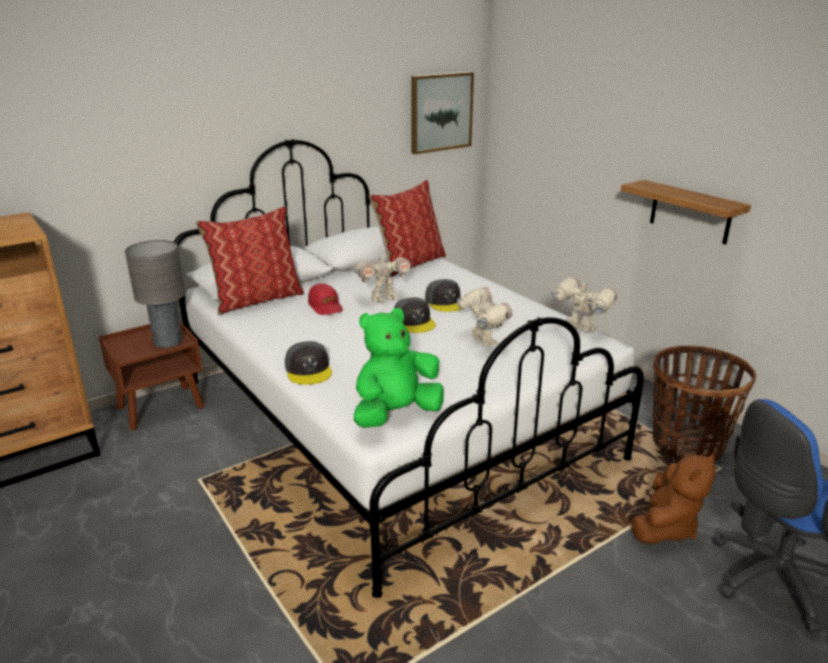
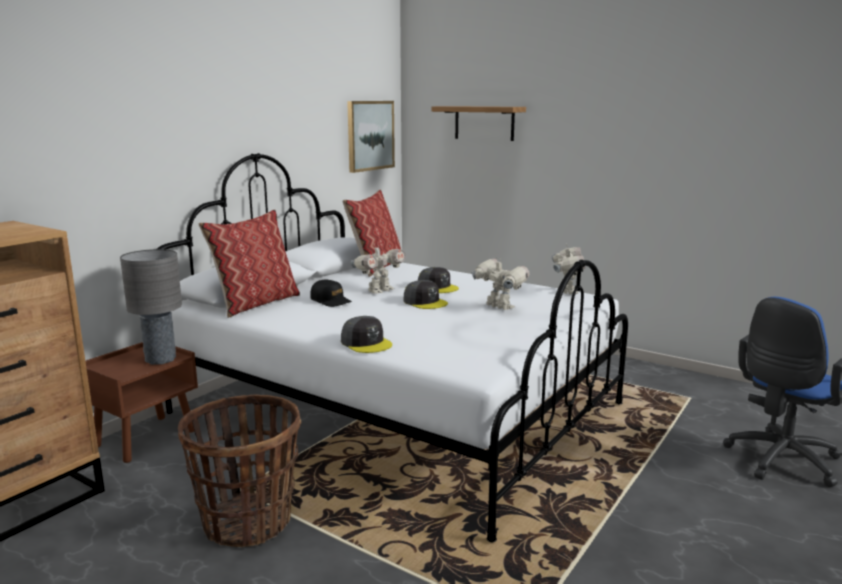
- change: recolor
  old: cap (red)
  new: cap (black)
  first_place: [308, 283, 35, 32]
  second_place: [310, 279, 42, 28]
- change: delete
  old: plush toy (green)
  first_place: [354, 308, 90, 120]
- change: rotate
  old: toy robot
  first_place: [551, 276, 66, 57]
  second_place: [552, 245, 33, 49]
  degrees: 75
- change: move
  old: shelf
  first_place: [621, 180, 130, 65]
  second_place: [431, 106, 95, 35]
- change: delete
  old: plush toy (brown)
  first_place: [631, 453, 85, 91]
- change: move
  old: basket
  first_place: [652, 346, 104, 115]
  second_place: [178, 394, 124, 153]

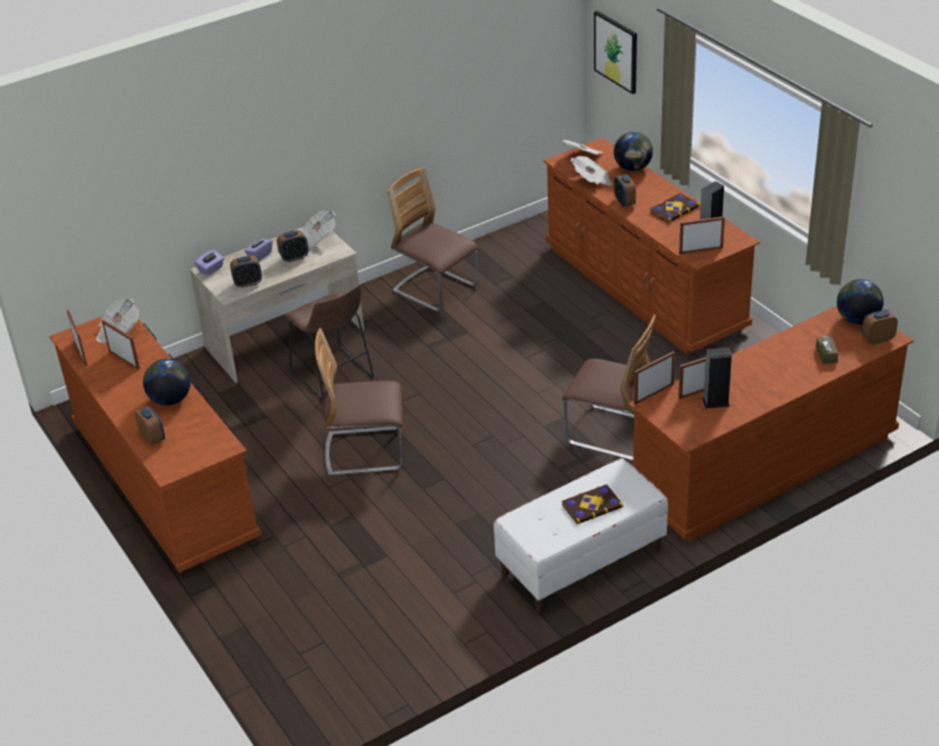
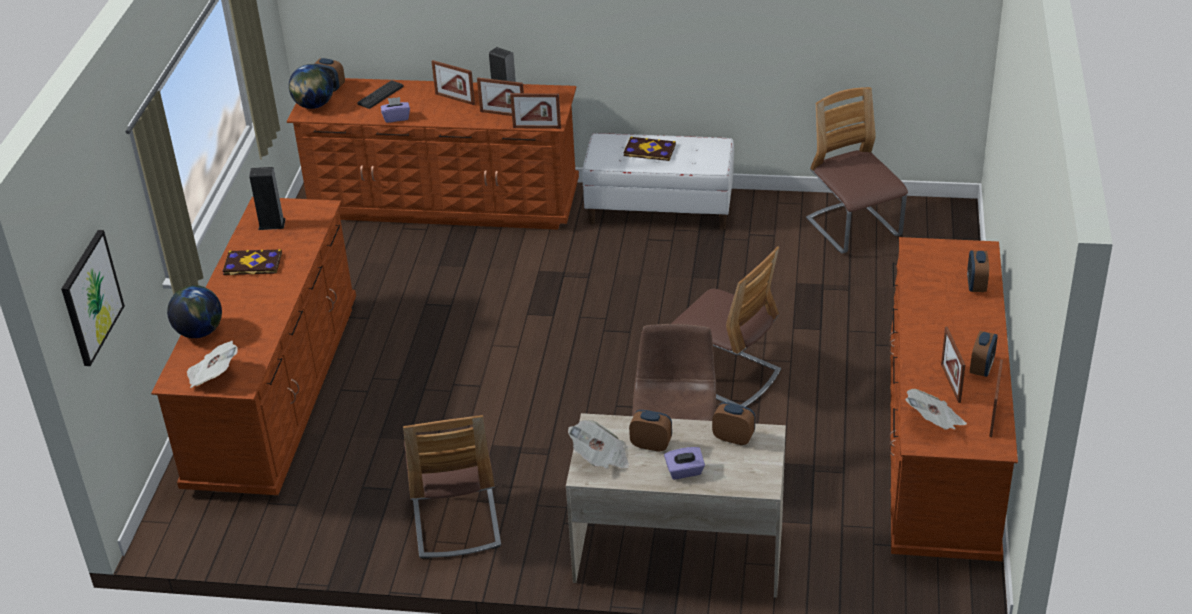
- change: delete
  old: globe
  first_place: [143, 359, 48, 47]
- change: move
  old: tissue box (purple)
  first_place: [195, 250, 29, 26]
  second_place: [381, 97, 29, 26]
- change: move
  old: chair
  first_place: [562, 314, 94, 147]
  second_place: [806, 87, 102, 167]
- change: delete
  old: newspaper
  first_place: [571, 156, 41, 30]
- change: move
  old: alarm clock
  first_place: [614, 174, 22, 33]
  second_place: [970, 331, 27, 46]
- change: move
  old: picture frame
  first_place: [679, 216, 46, 38]
  second_place: [432, 60, 43, 45]
- change: replace
  old: tissue box (brown)
  new: keyboard
  first_place: [816, 335, 22, 29]
  second_place: [357, 80, 47, 29]

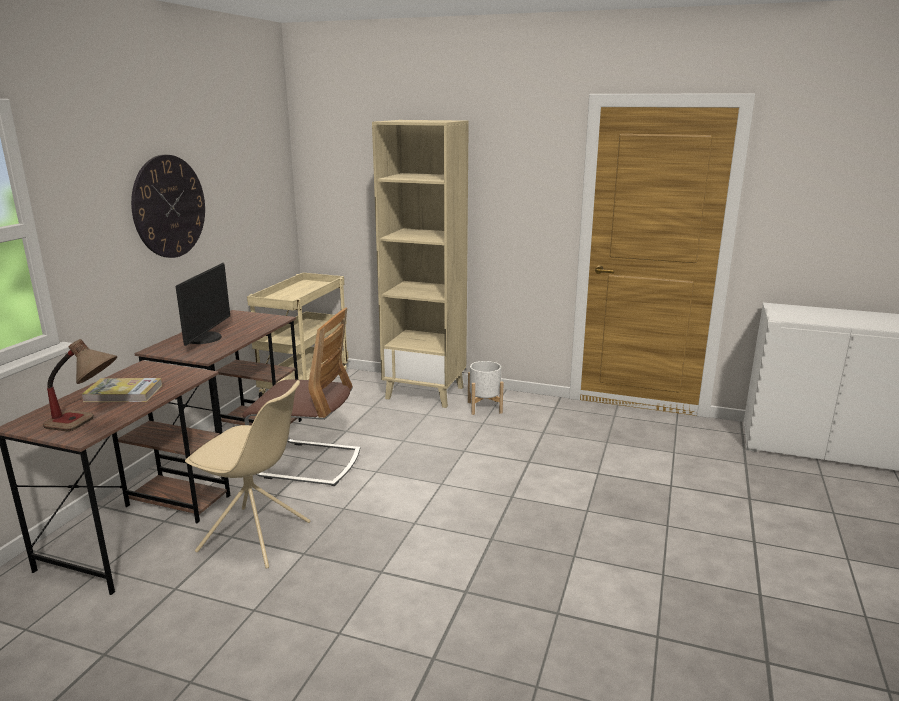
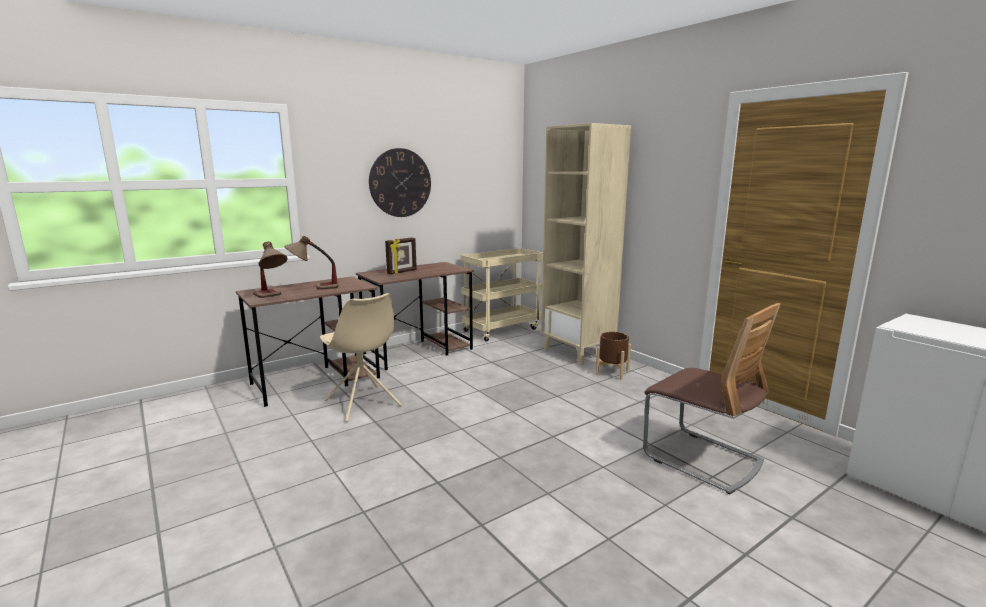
- change: replace
  old: book
  new: table lamp
  first_place: [81, 378, 81, 24]
  second_place: [284, 236, 54, 54]
- change: replace
  old: monitor
  new: picture frame
  first_place: [176, 263, 54, 83]
  second_place: [385, 238, 32, 36]
- change: move
  old: chair
  first_place: [242, 307, 118, 179]
  second_place: [643, 303, 137, 192]
- change: recolor
  old: planter (white)
  new: planter (brown)
  first_place: [468, 361, 36, 54]
  second_place: [595, 332, 36, 48]

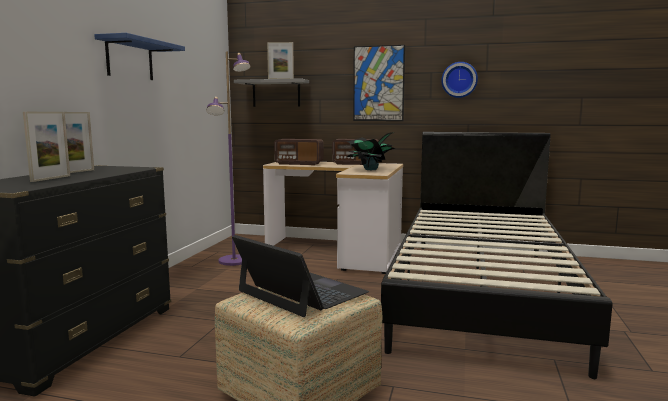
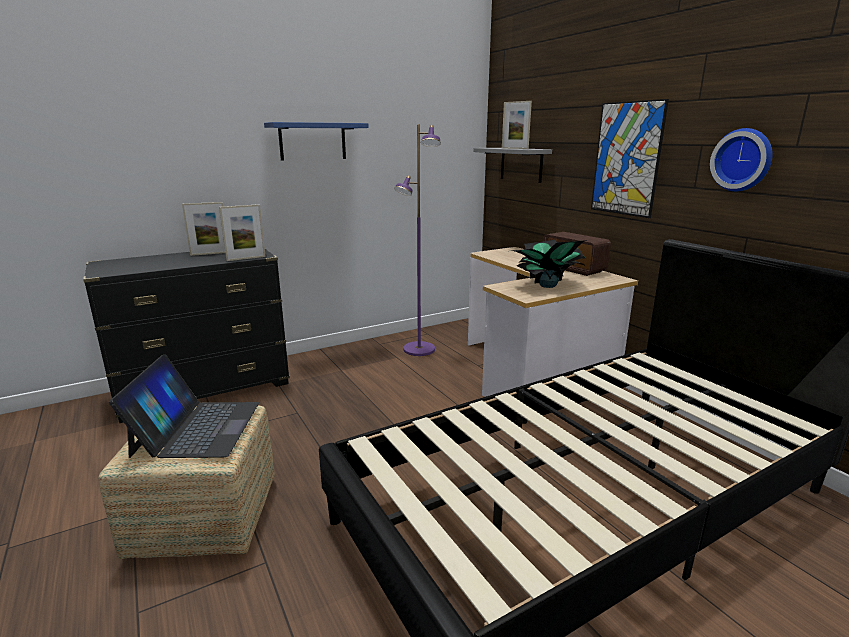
- change: move
  old: picture frame
  first_place: [23, 112, 47, 70]
  second_place: [219, 204, 47, 57]
- change: delete
  old: radio
  first_place: [274, 139, 50, 26]

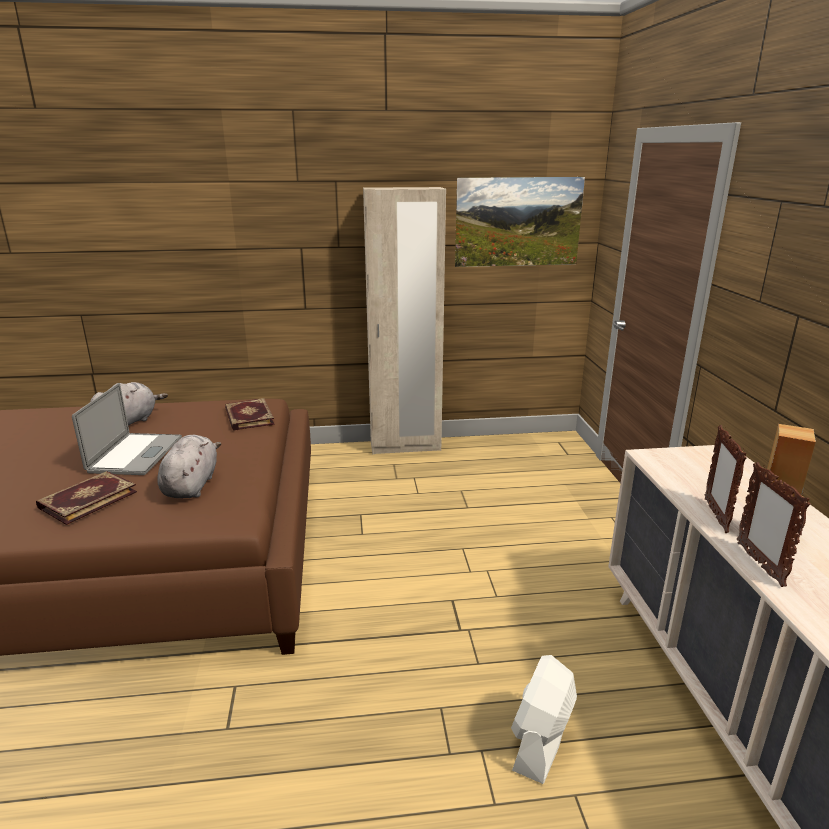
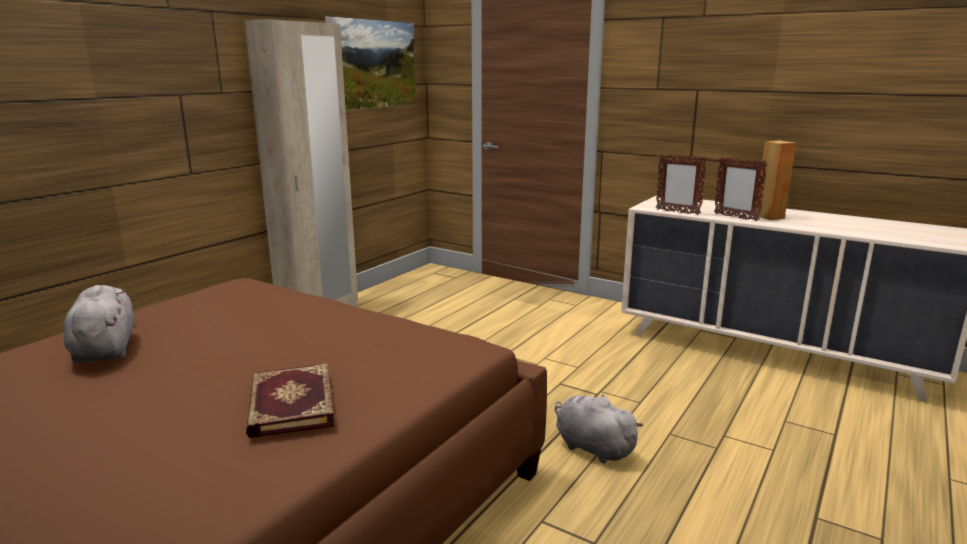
- change: delete
  old: laptop
  first_place: [72, 383, 110, 92]
- change: move
  old: plush toy (grey)
  first_place: [157, 435, 64, 63]
  second_place: [555, 394, 88, 69]
- change: delete
  old: book
  first_place: [225, 398, 50, 33]
- change: delete
  old: fan (white)
  first_place: [511, 655, 66, 129]
- change: move
  old: picture frame
  first_place: [737, 462, 74, 125]
  second_place: [656, 154, 51, 61]

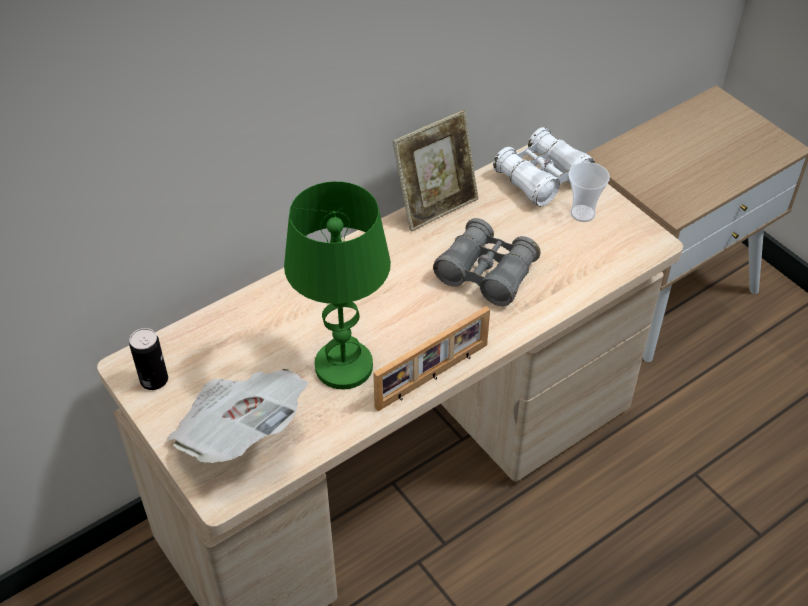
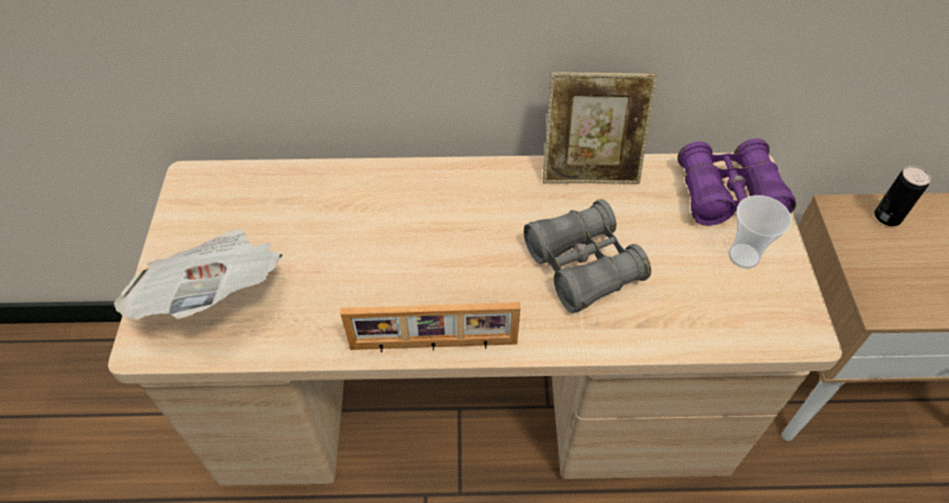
- change: move
  old: can
  first_place: [129, 328, 39, 62]
  second_place: [875, 166, 56, 60]
- change: delete
  old: table lamp (green)
  first_place: [284, 181, 107, 208]
- change: recolor
  old: binoculars (white)
  new: binoculars (purple)
  first_place: [493, 127, 102, 80]
  second_place: [677, 139, 119, 87]

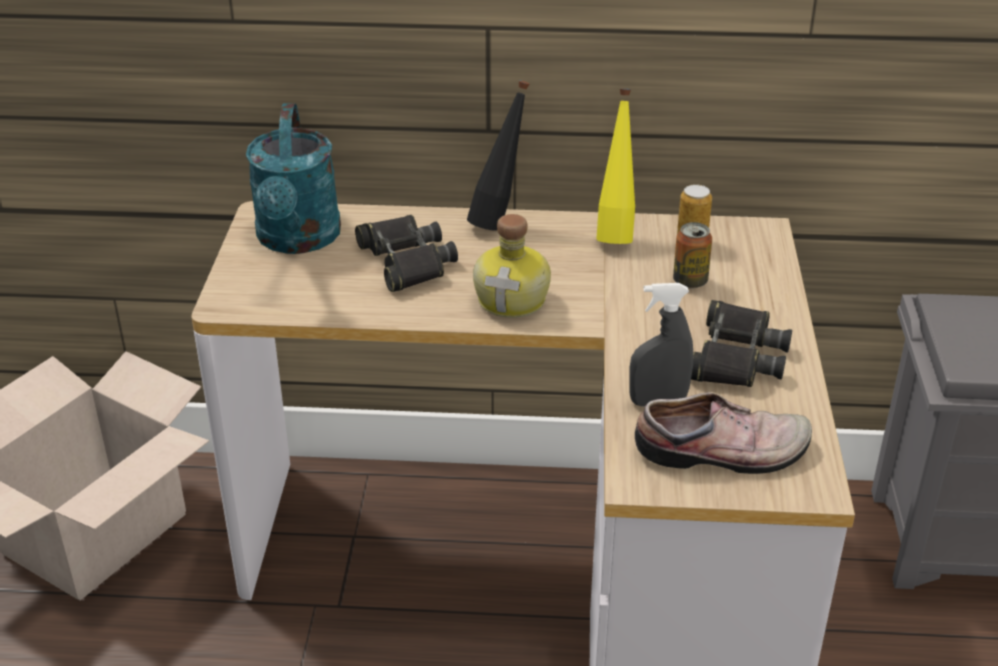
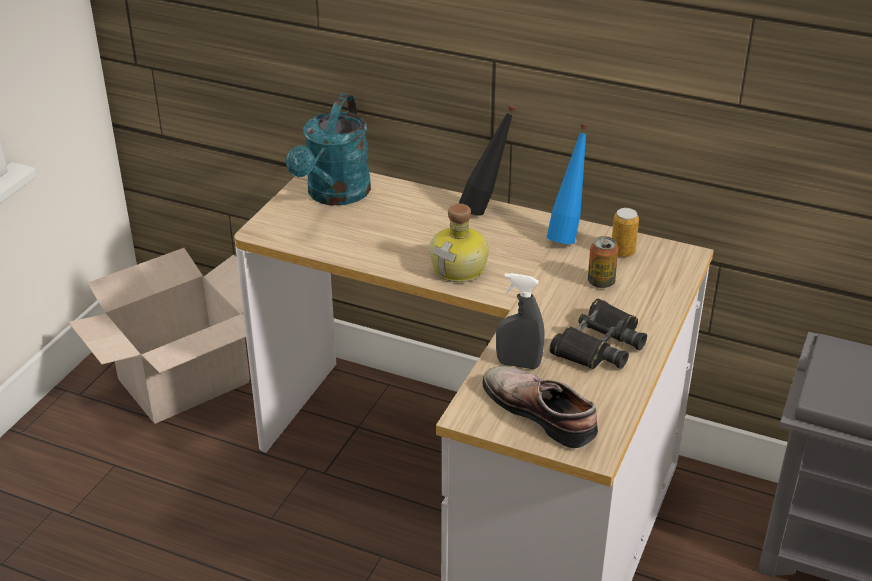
- change: delete
  old: binoculars (black)
  first_place: [355, 215, 103, 77]
- change: recolor
  old: bottle (yellow)
  new: bottle (blue)
  first_place: [596, 89, 39, 155]
  second_place: [547, 123, 42, 121]
- change: rotate
  old: shoe
  first_place: [635, 392, 177, 82]
  second_place: [482, 366, 116, 82]
  degrees: -150

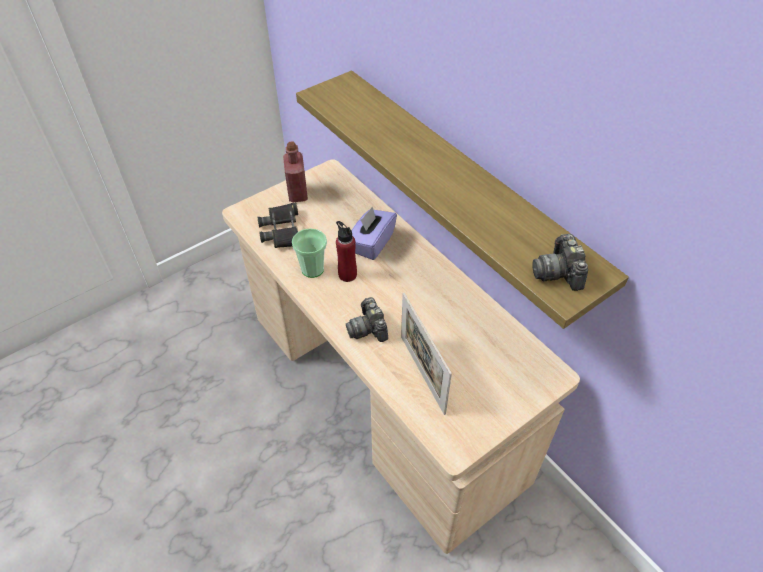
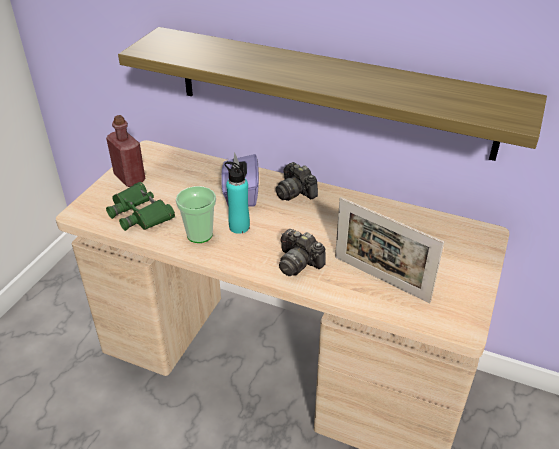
- change: recolor
  old: binoculars (black)
  new: binoculars (green)
  first_place: [257, 203, 41, 45]
  second_place: [106, 182, 69, 49]
- change: recolor
  old: bottle (red)
  new: bottle (turquoise)
  first_place: [336, 221, 21, 61]
  second_place: [224, 161, 26, 73]
- change: move
  old: photo camera
  first_place: [532, 234, 56, 57]
  second_place: [276, 162, 42, 39]

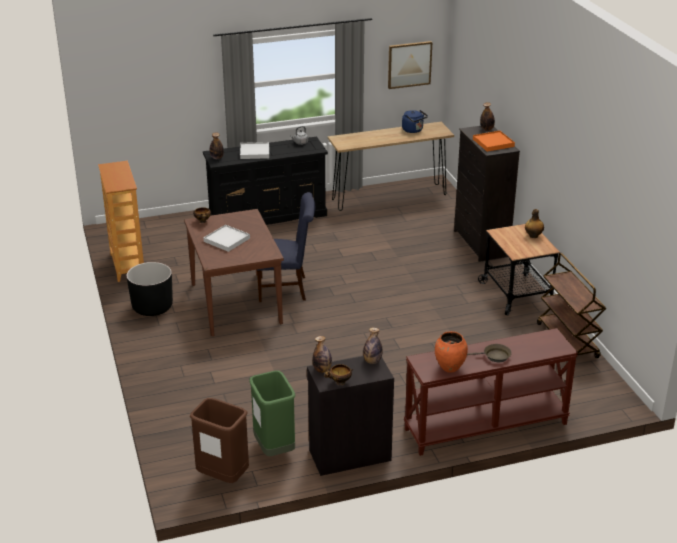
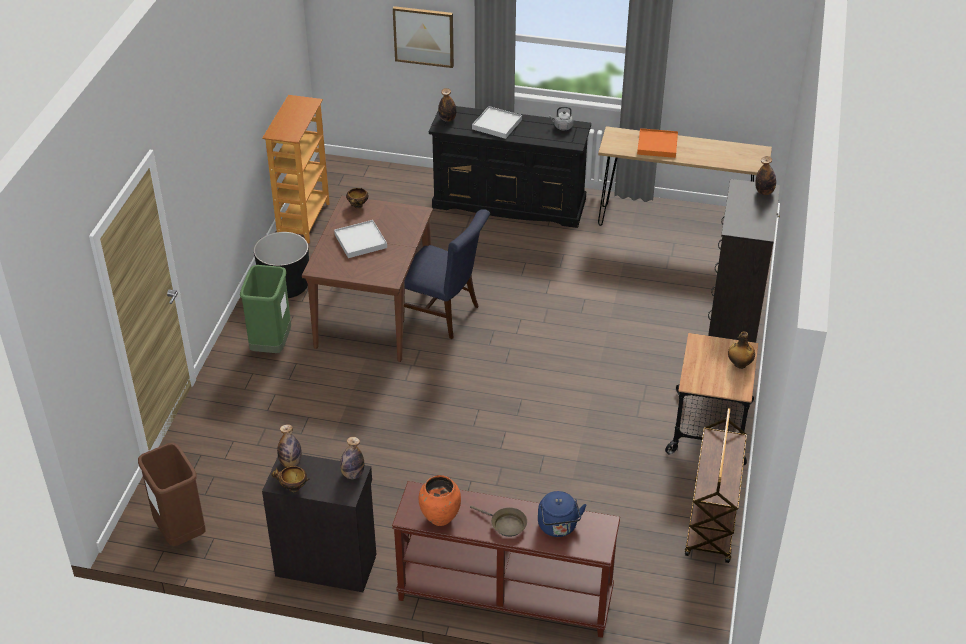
- change: move
  old: trash can (green)
  first_place: [249, 371, 46, 85]
  second_place: [240, 265, 51, 88]
- change: move
  old: picture
  first_place: [388, 41, 44, 48]
  second_place: [393, 6, 61, 62]
- change: move
  old: kettle (blue)
  first_place: [402, 110, 26, 23]
  second_place: [538, 491, 48, 46]
- change: move
  old: tray (orange)
  first_place: [473, 131, 42, 21]
  second_place: [637, 128, 41, 30]

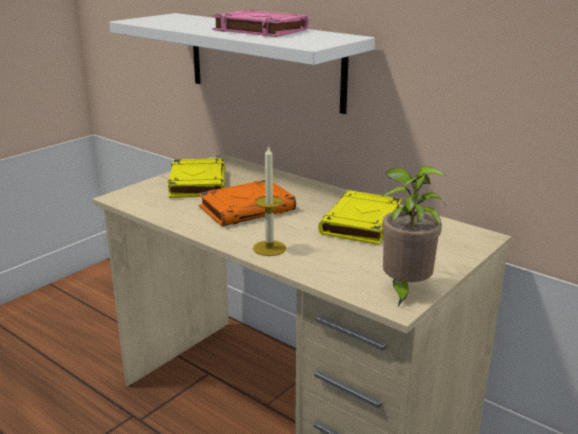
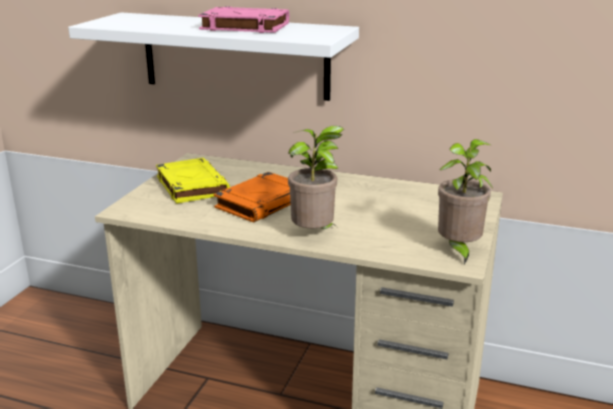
- change: replace
  old: candle
  new: potted plant
  first_place: [253, 145, 33, 111]
  second_place: [288, 126, 56, 103]
- change: delete
  old: book (yellow)
  first_place: [318, 190, 84, 55]

